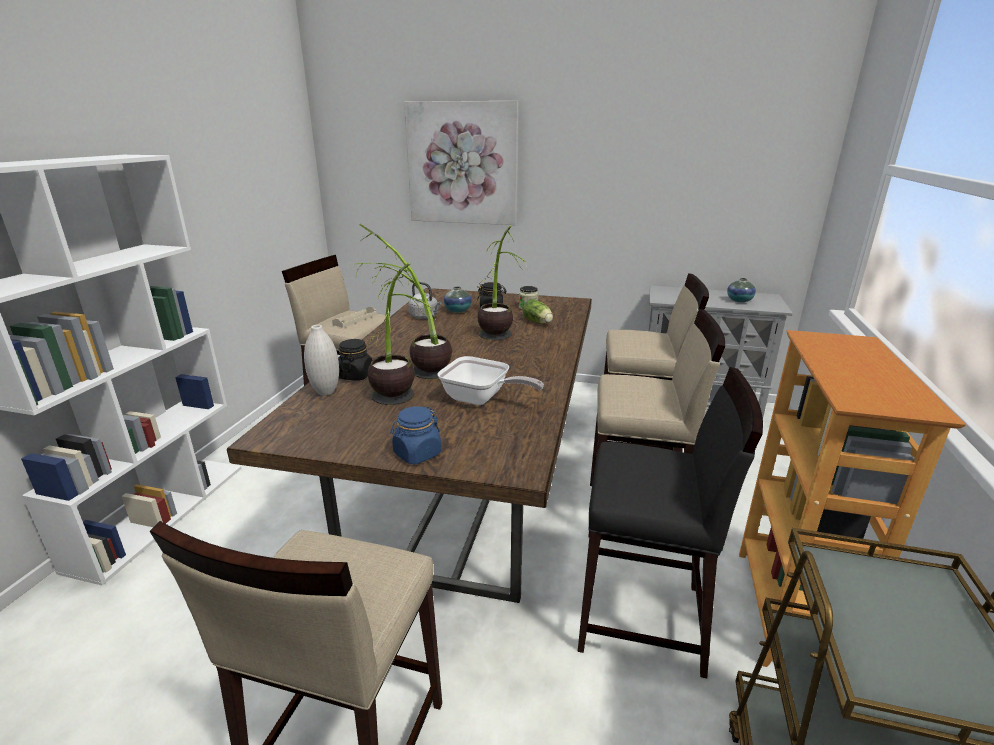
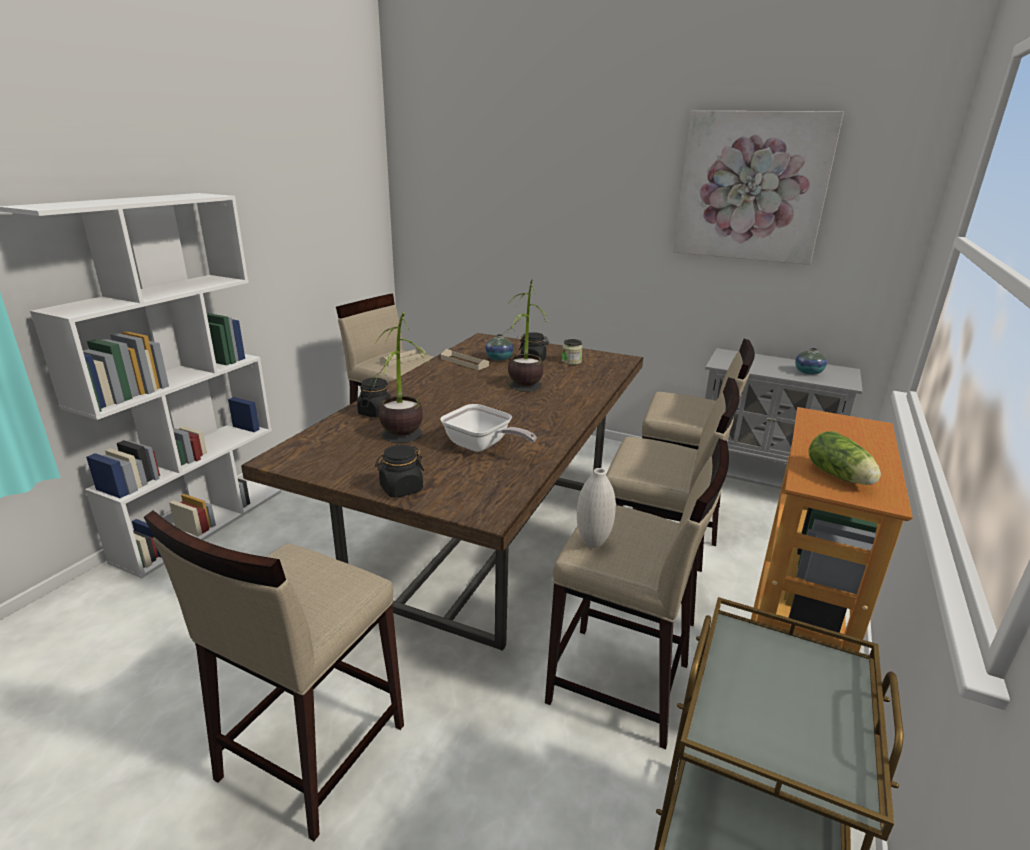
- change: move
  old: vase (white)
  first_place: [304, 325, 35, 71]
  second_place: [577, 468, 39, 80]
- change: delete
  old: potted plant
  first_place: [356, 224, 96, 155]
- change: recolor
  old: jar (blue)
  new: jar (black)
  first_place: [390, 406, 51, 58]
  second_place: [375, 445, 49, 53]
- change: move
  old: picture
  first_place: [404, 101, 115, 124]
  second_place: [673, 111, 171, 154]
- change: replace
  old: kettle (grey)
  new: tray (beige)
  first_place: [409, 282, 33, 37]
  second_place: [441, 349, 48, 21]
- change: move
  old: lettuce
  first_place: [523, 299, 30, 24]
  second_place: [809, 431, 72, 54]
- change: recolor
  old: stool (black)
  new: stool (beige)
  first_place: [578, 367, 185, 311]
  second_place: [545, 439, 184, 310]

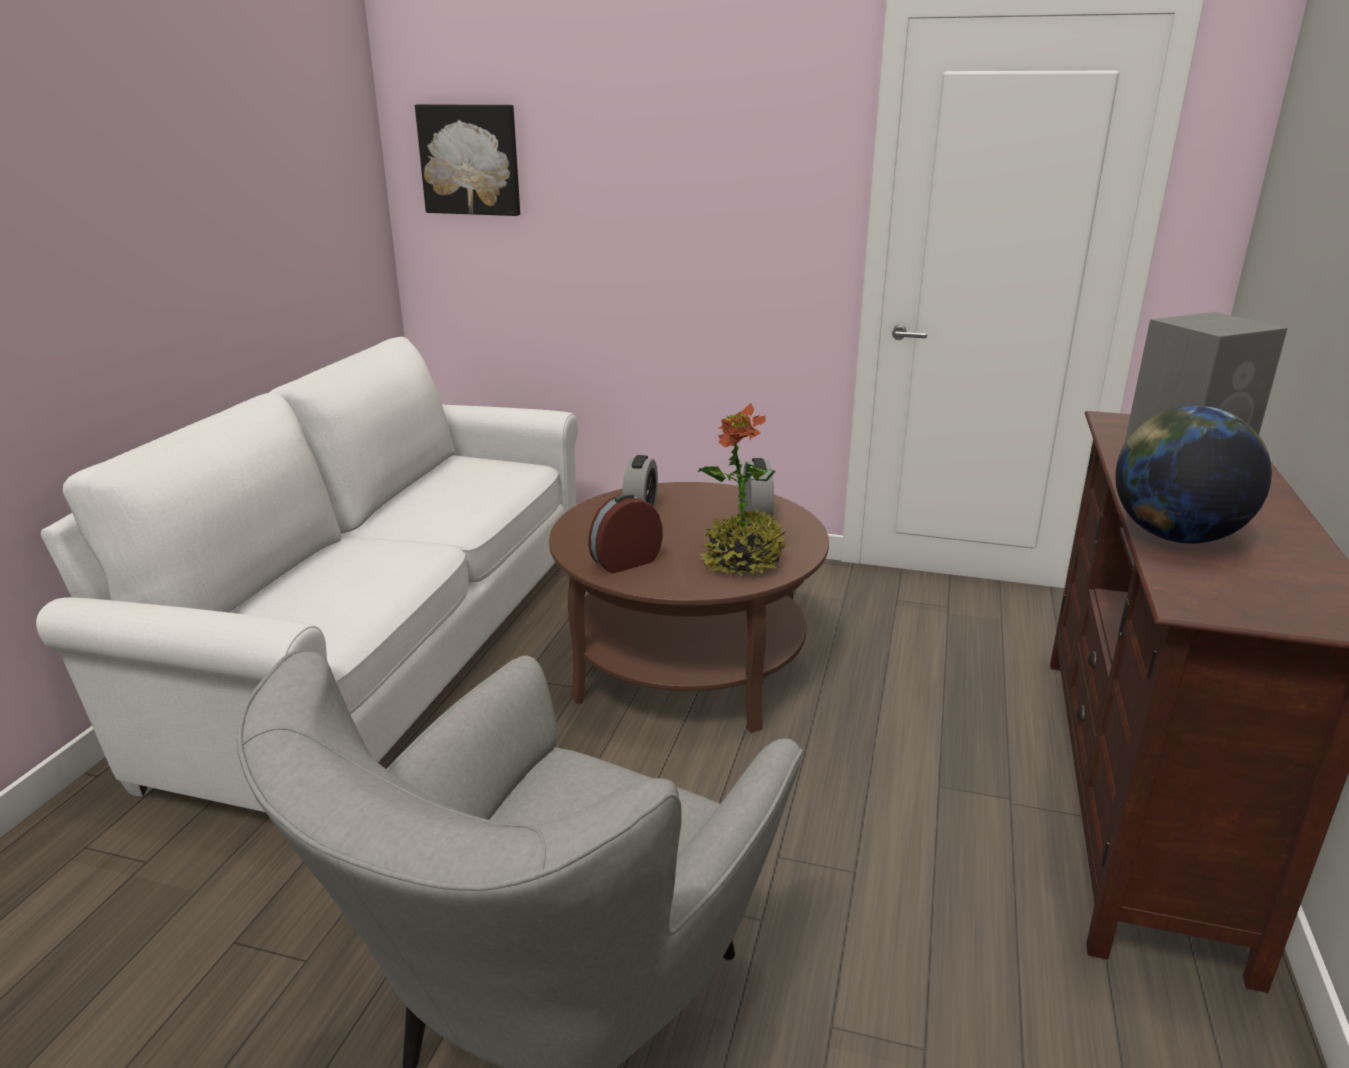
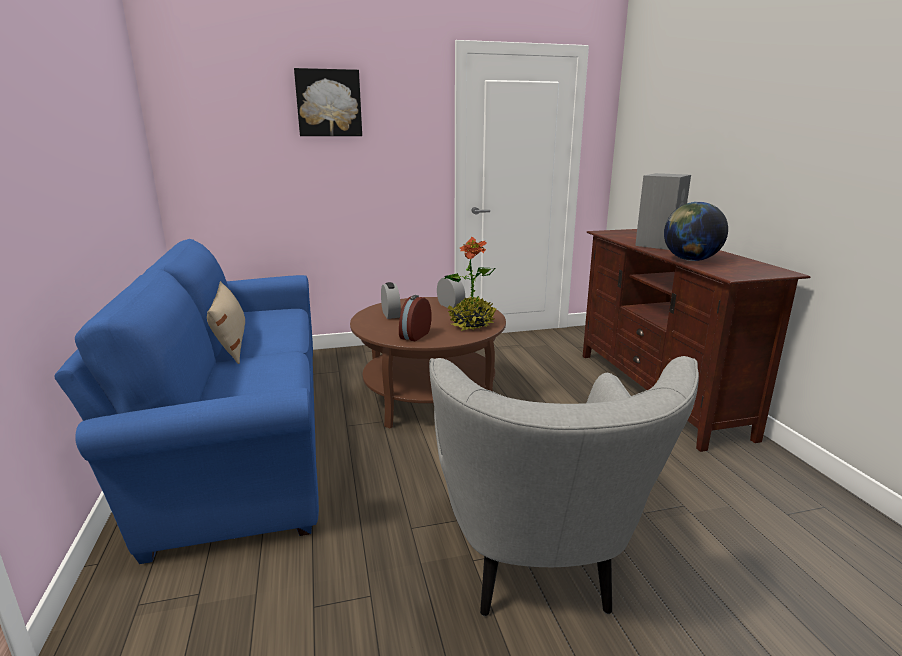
- change: recolor
  old: sofa (white)
  new: sofa (blue)
  first_place: [36, 337, 542, 475]
  second_place: [54, 239, 265, 325]
- change: move
  old: picture
  first_place: [415, 104, 105, 112]
  second_place: [294, 68, 68, 68]
- change: insert
  new: pillow (beige)
  second_place: [207, 281, 38, 83]

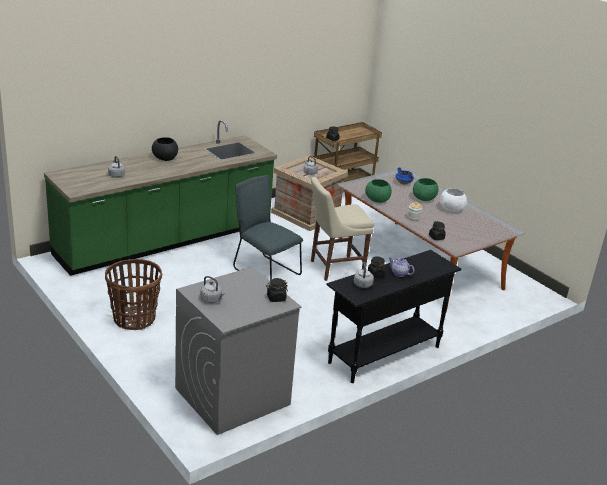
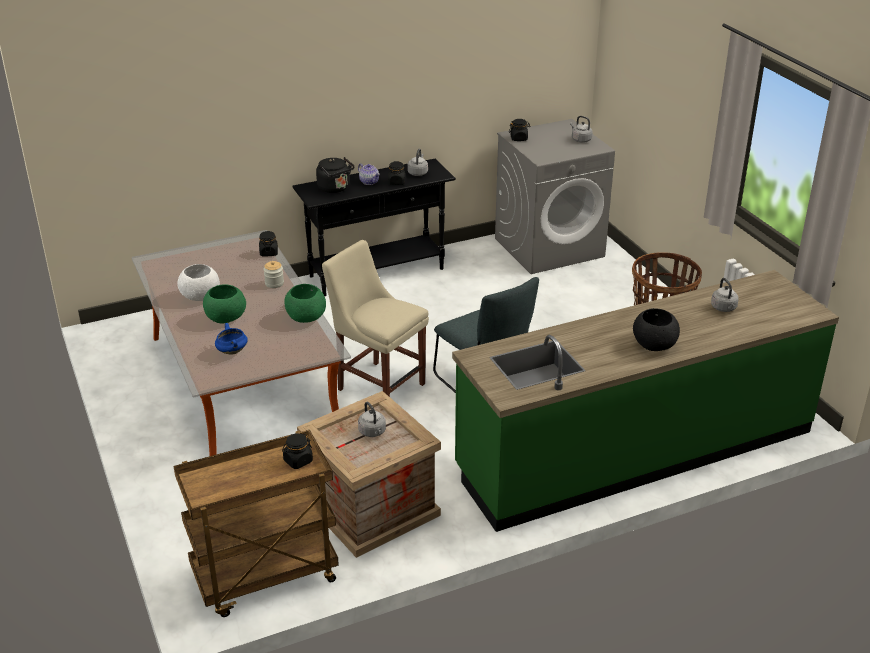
- change: rotate
  old: chair (beige)
  first_place: [311, 177, 63, 104]
  second_place: [322, 240, 107, 157]
  degrees: -135
- change: insert
  new: kettle (black)
  second_place: [316, 157, 39, 36]

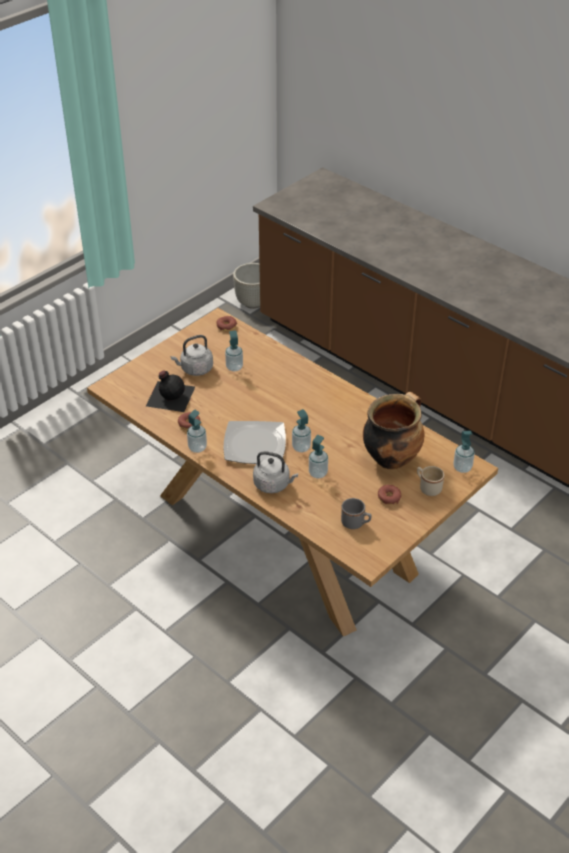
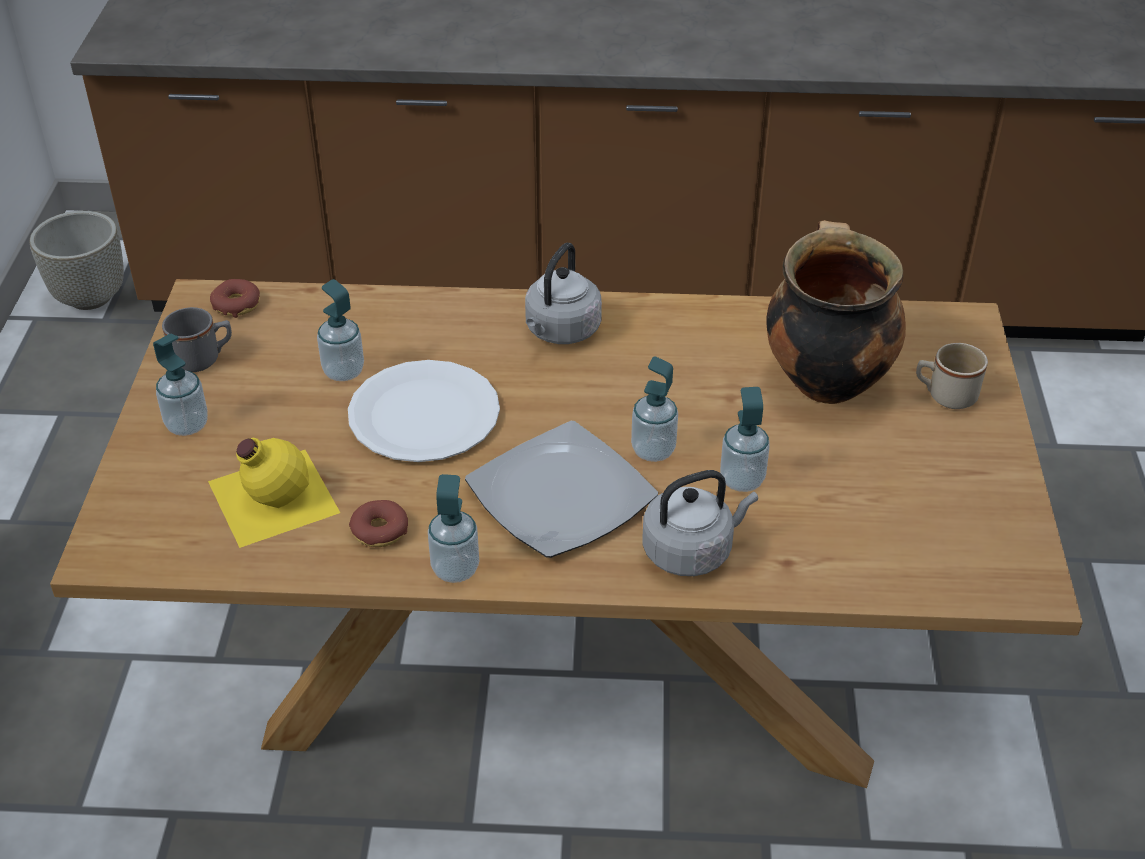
- change: recolor
  old: bottle (black)
  new: bottle (yellow)
  first_place: [146, 370, 49, 42]
  second_place: [208, 438, 132, 110]
- change: move
  old: kettle (grey)
  first_place: [171, 335, 42, 41]
  second_place: [525, 243, 77, 101]
- change: move
  old: mug (grey)
  first_place: [341, 498, 30, 31]
  second_place: [162, 307, 70, 65]
- change: delete
  old: donut
  first_place: [378, 485, 23, 20]
- change: move
  old: soap dispenser
  first_place: [454, 431, 21, 42]
  second_place: [153, 334, 55, 102]
- change: insert
  new: plate (white)
  second_place: [348, 360, 152, 102]

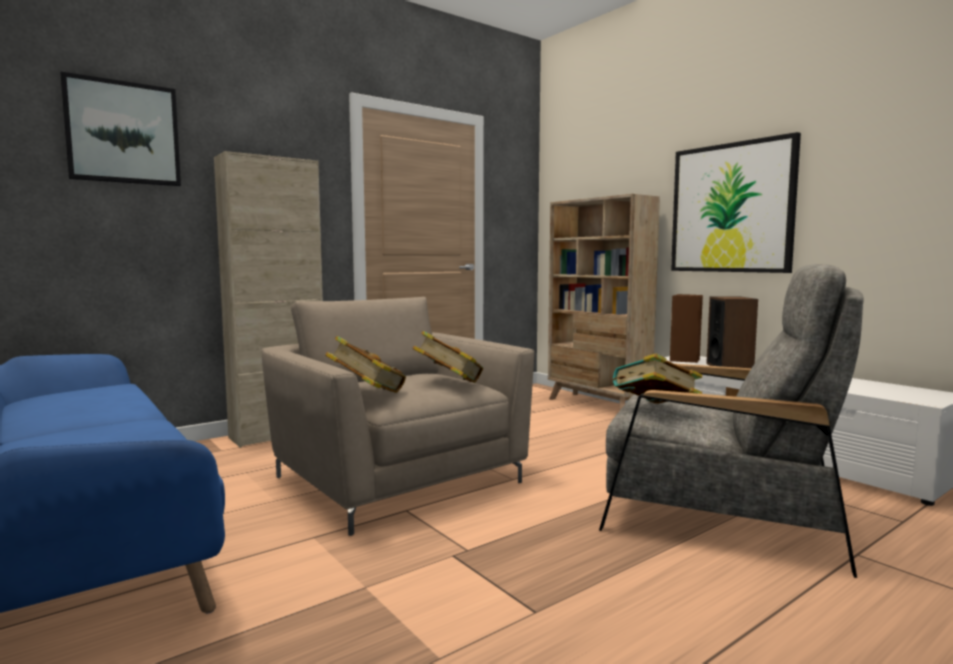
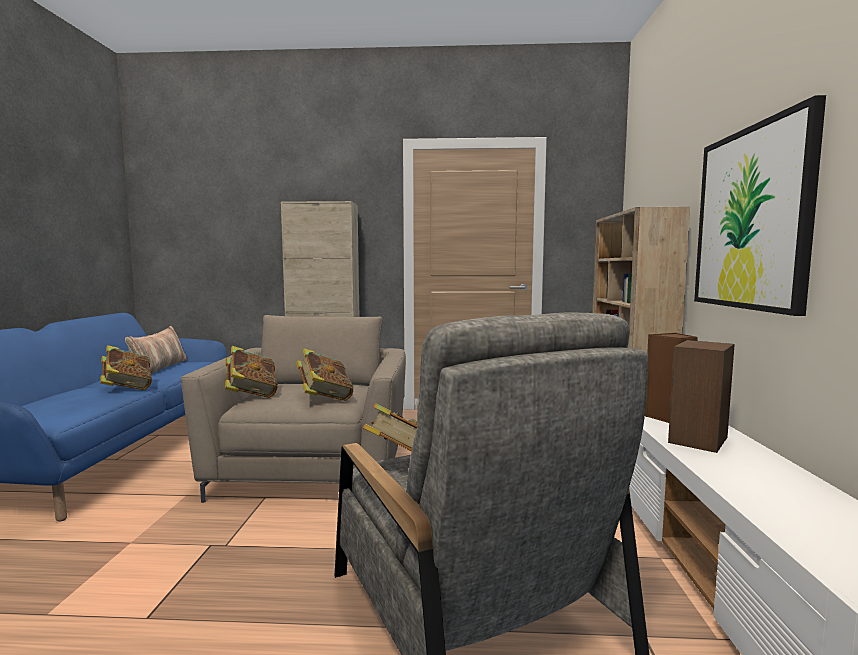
- change: delete
  old: picture
  first_place: [60, 72, 121, 114]
- change: insert
  new: book
  second_place: [100, 345, 52, 45]
- change: insert
  new: pillow
  second_place: [125, 326, 62, 48]

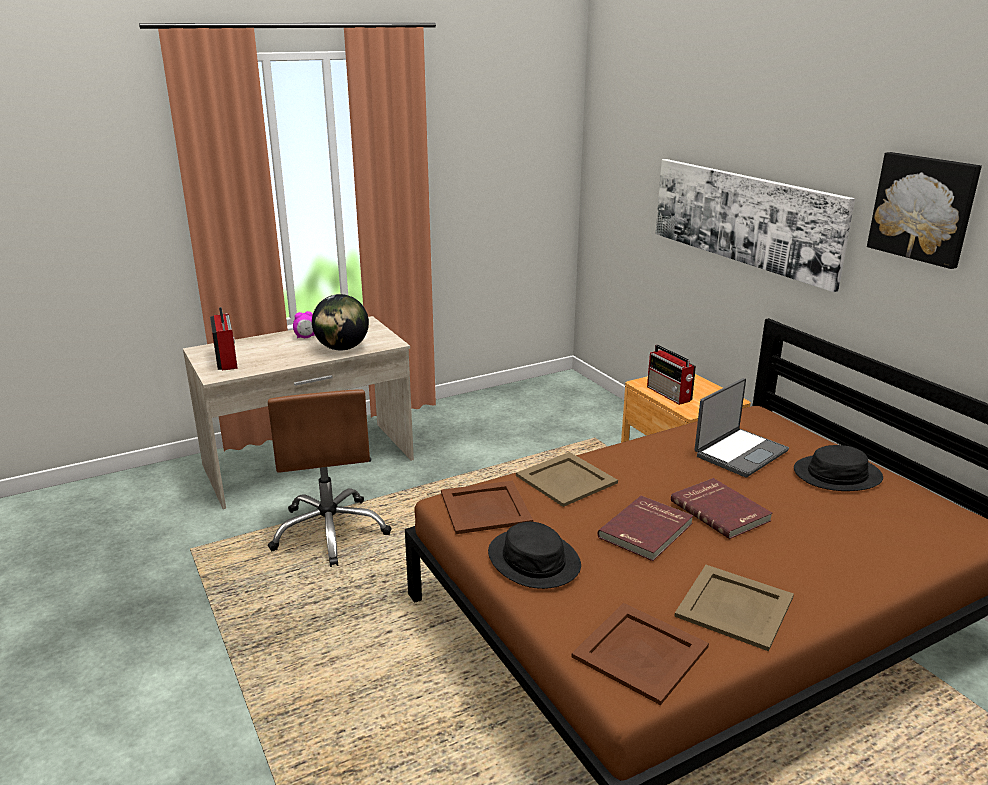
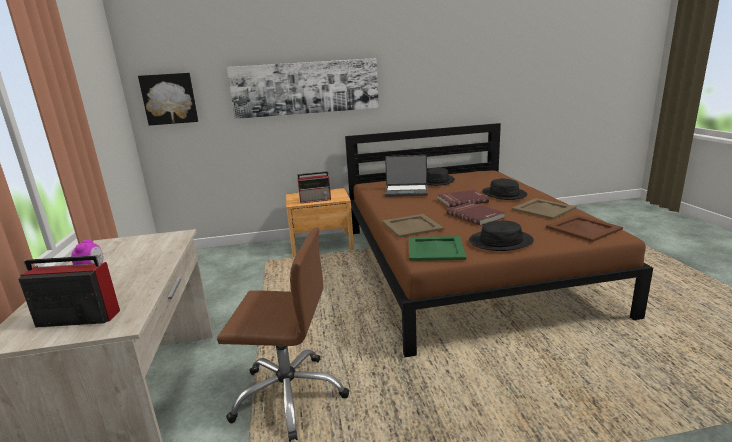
- change: delete
  old: globe
  first_place: [312, 294, 57, 56]
- change: recolor
  old: tray (brown)
  new: tray (green)
  first_place: [441, 481, 92, 53]
  second_place: [409, 236, 57, 25]
- change: rotate
  old: laptop
  first_place: [694, 378, 95, 99]
  second_place: [385, 155, 43, 42]
  degrees: 120
- change: move
  old: picture
  first_place: [867, 152, 115, 117]
  second_place: [138, 73, 60, 53]
- change: insert
  new: hat (black)
  second_place: [482, 178, 45, 22]

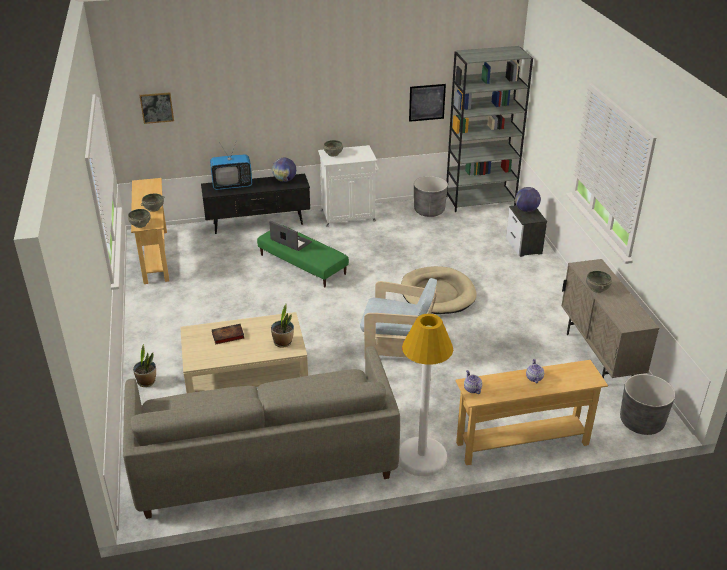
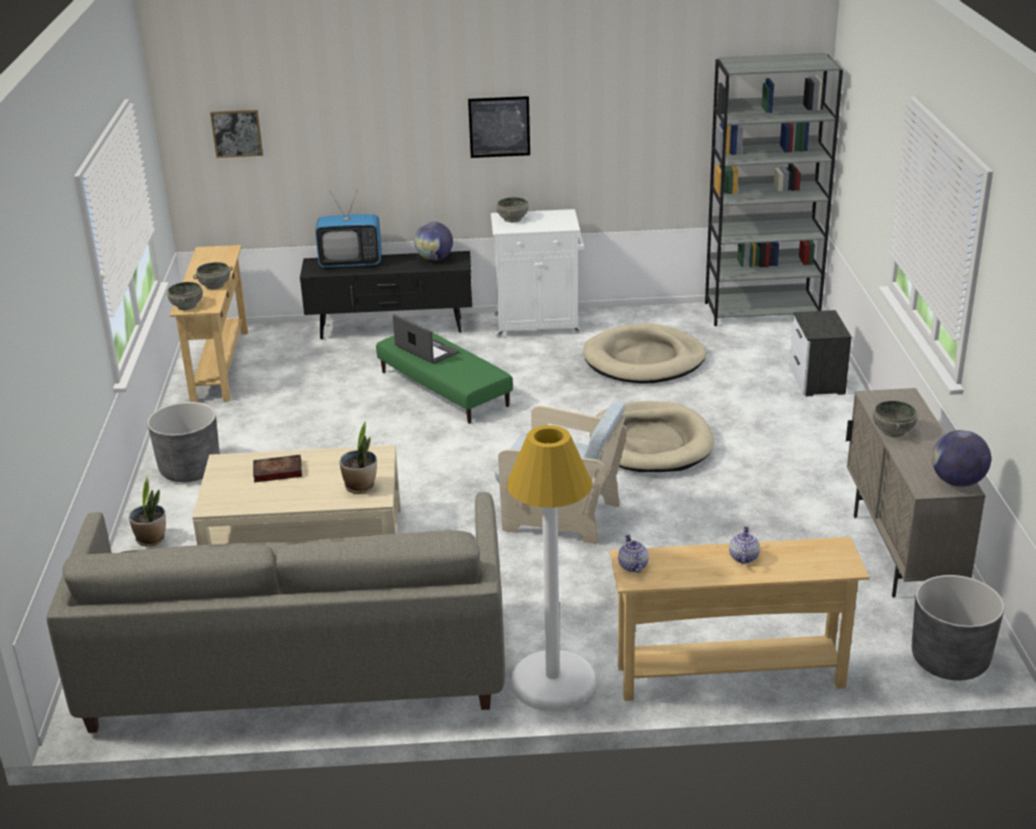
- change: move
  old: picture
  first_place: [409, 84, 37, 38]
  second_place: [468, 96, 62, 62]
- change: move
  old: planter (grey)
  first_place: [414, 176, 34, 41]
  second_place: [147, 402, 73, 80]
- change: move
  old: globe
  first_place: [515, 187, 26, 25]
  second_place: [932, 430, 59, 57]
- change: insert
  new: dog bed (beige)
  second_place: [583, 323, 123, 61]

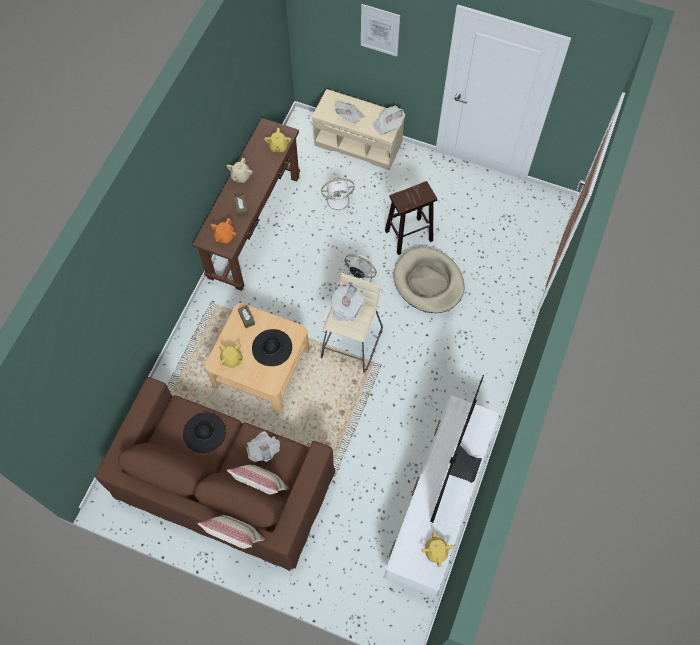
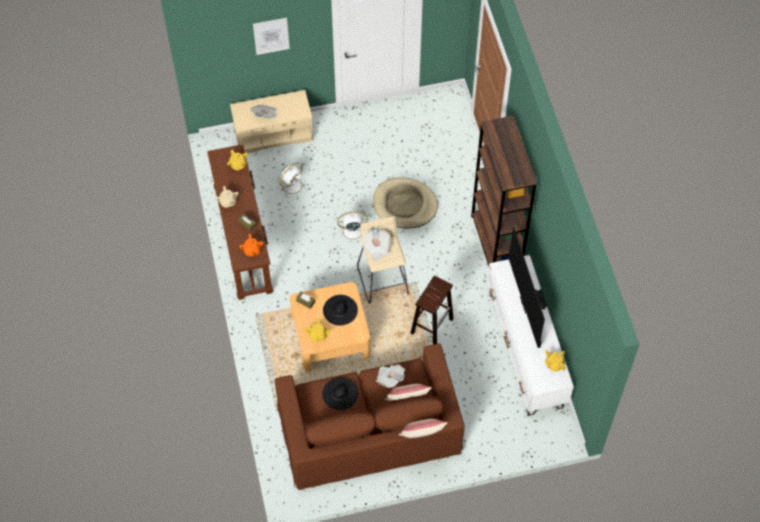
- change: delete
  old: newspaper
  first_place: [372, 106, 32, 29]
- change: move
  old: stool (brown)
  first_place: [385, 181, 52, 74]
  second_place: [410, 275, 44, 69]
- change: insert
  new: bookcase (brown)
  second_place: [471, 115, 66, 152]

